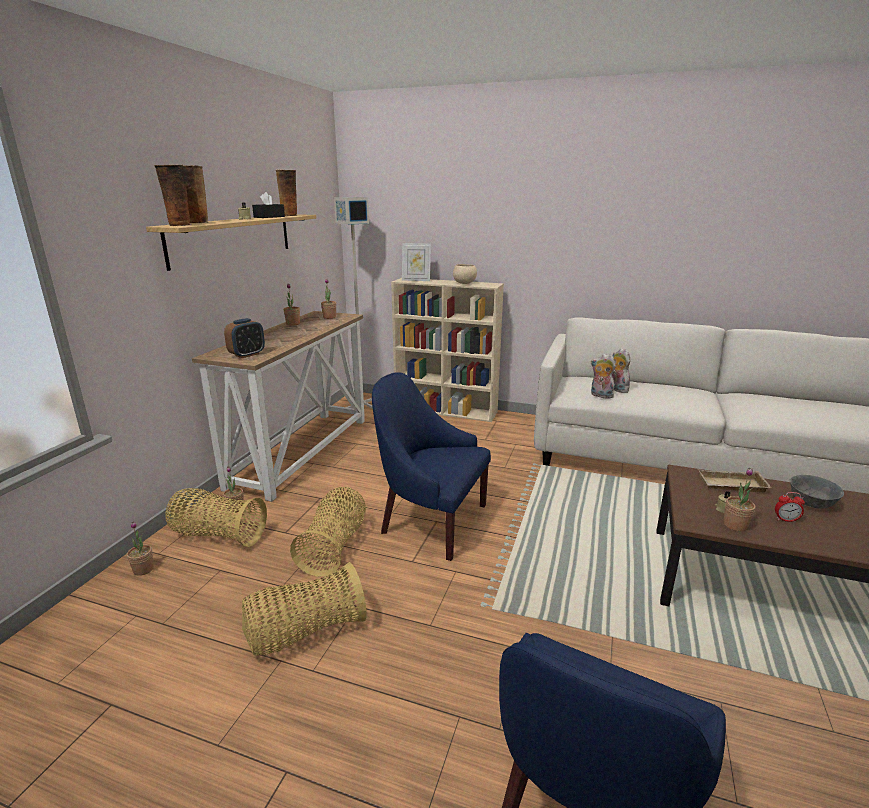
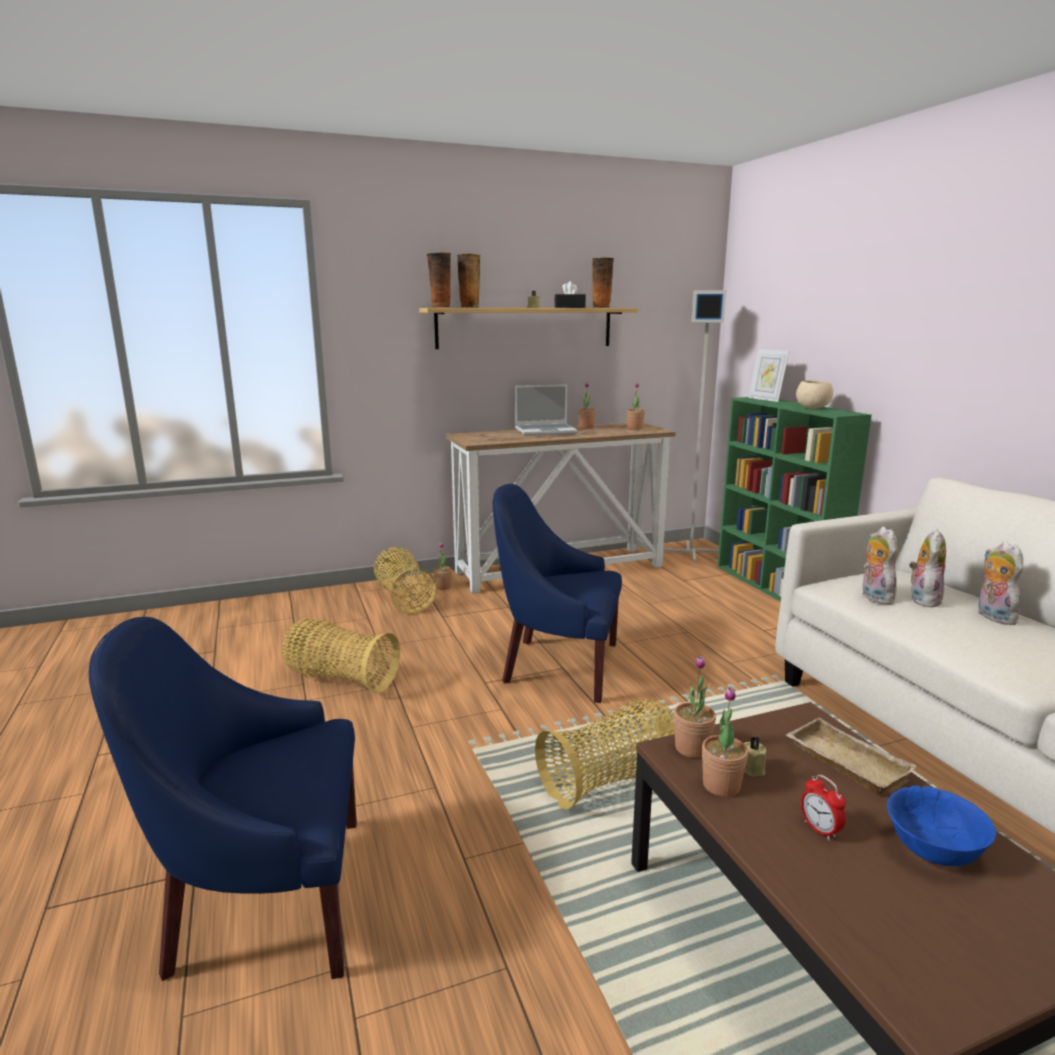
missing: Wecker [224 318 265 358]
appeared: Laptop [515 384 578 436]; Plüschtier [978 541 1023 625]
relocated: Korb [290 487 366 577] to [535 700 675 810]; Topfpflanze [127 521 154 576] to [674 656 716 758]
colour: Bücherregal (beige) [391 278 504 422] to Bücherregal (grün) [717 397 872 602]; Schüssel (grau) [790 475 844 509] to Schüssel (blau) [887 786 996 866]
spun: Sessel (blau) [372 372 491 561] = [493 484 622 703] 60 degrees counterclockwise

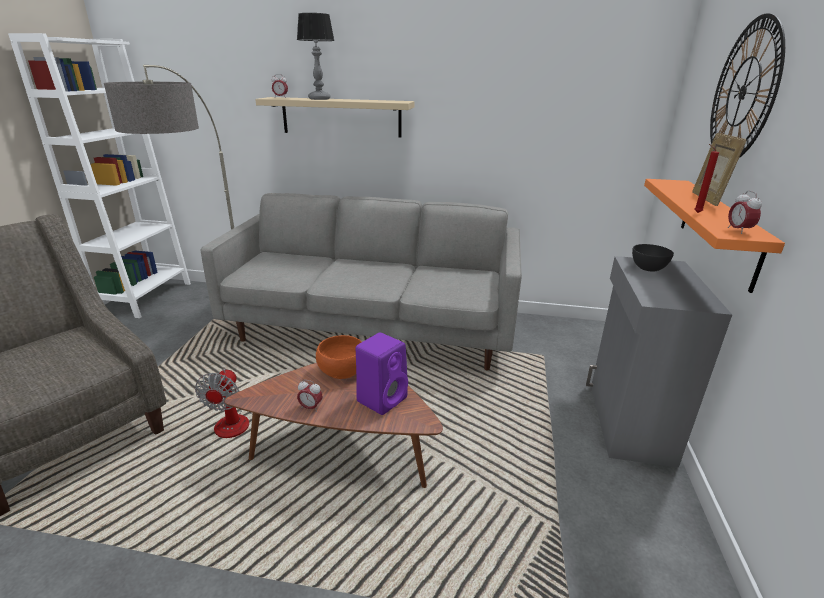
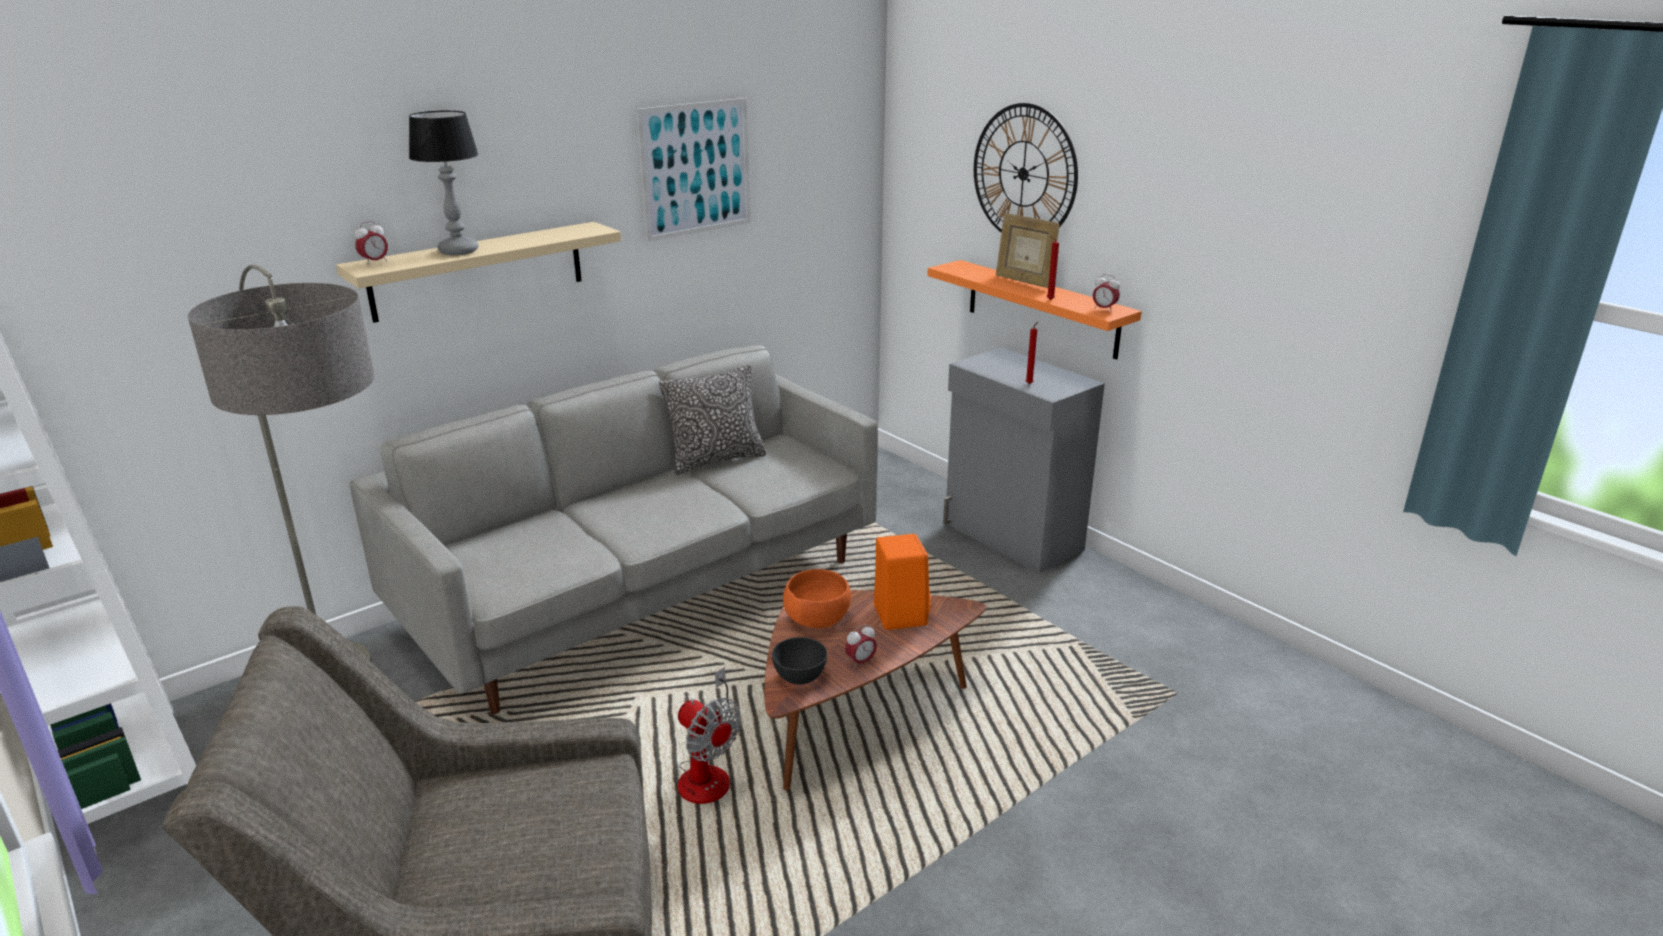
appeared: Bild [637 98 751 242]; Kerze (rot) [1025 322 1038 384]; Kissen [659 365 766 475]
relocated: Schüssel (grau) [632 244 674 272] to [772 637 827 685]
colour: Lautsprecher (lila) [356 333 408 415] to Lautsprecher (orange) [874 534 931 630]

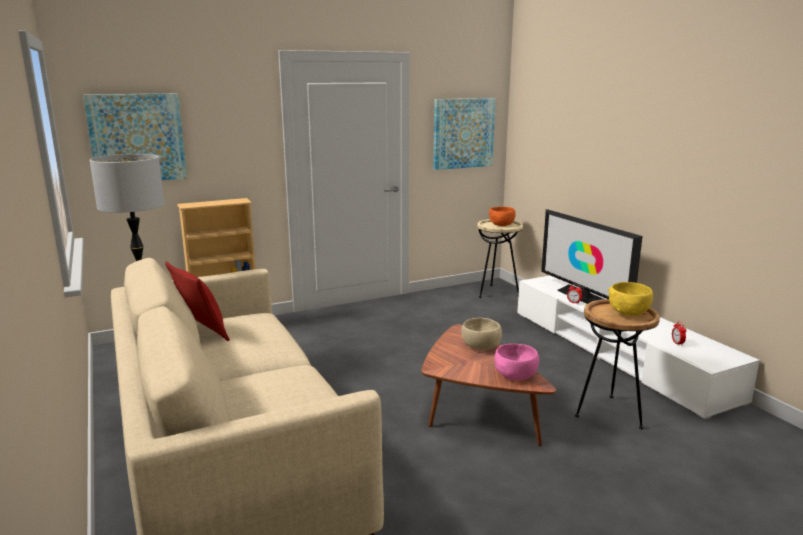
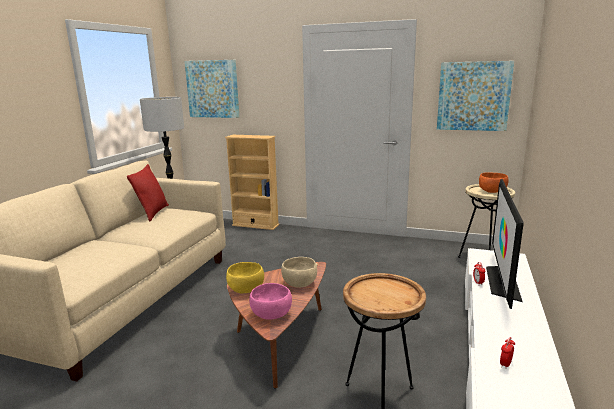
relocated: Schüssel (gelb) [608 282 653 316] to [226 262 264 294]

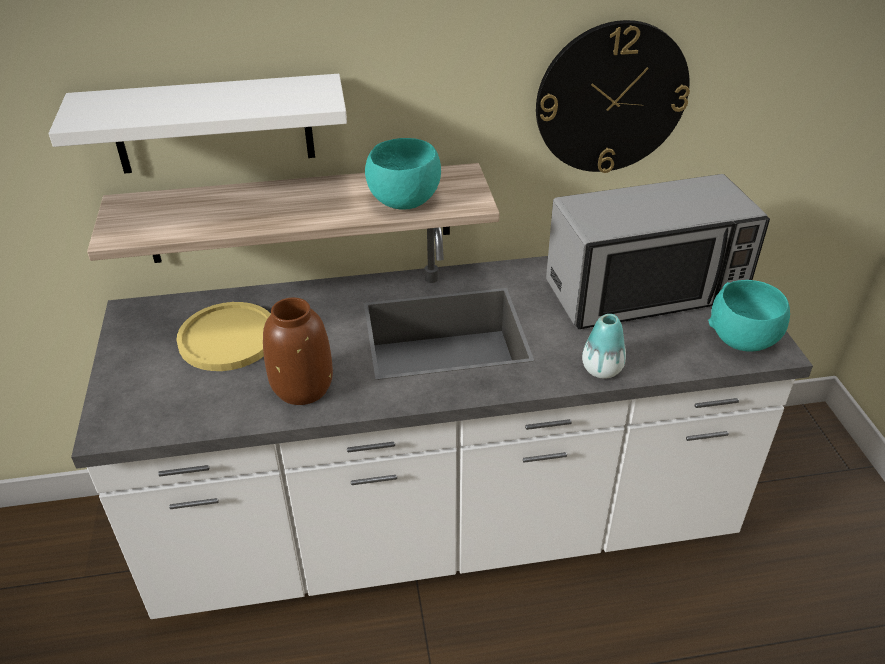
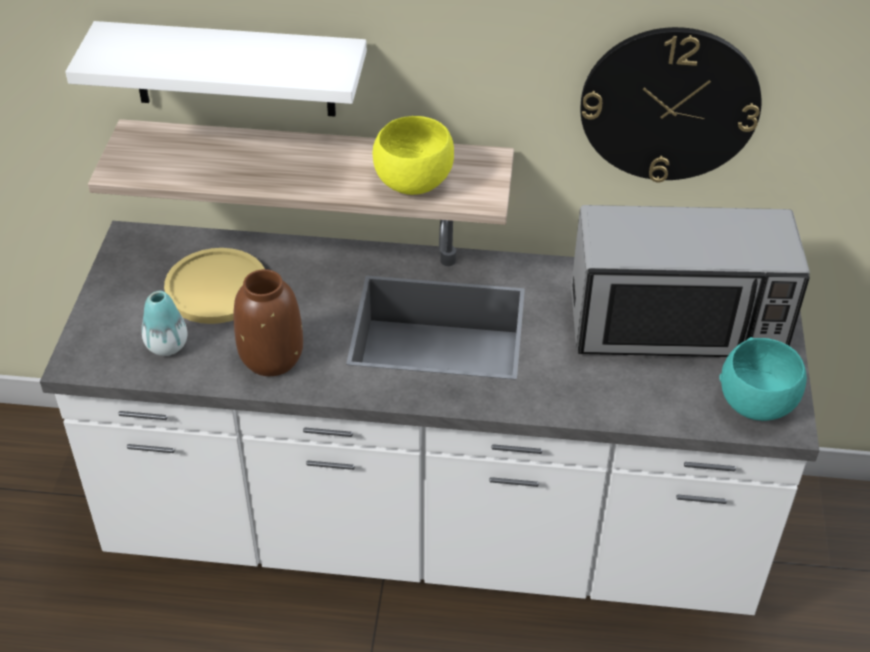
relocated: Vase [582 314 626 379] to [142 291 187 356]
colour: Schüssel (türkis) [365 138 441 210] to Schüssel (gelb) [373 116 454 195]

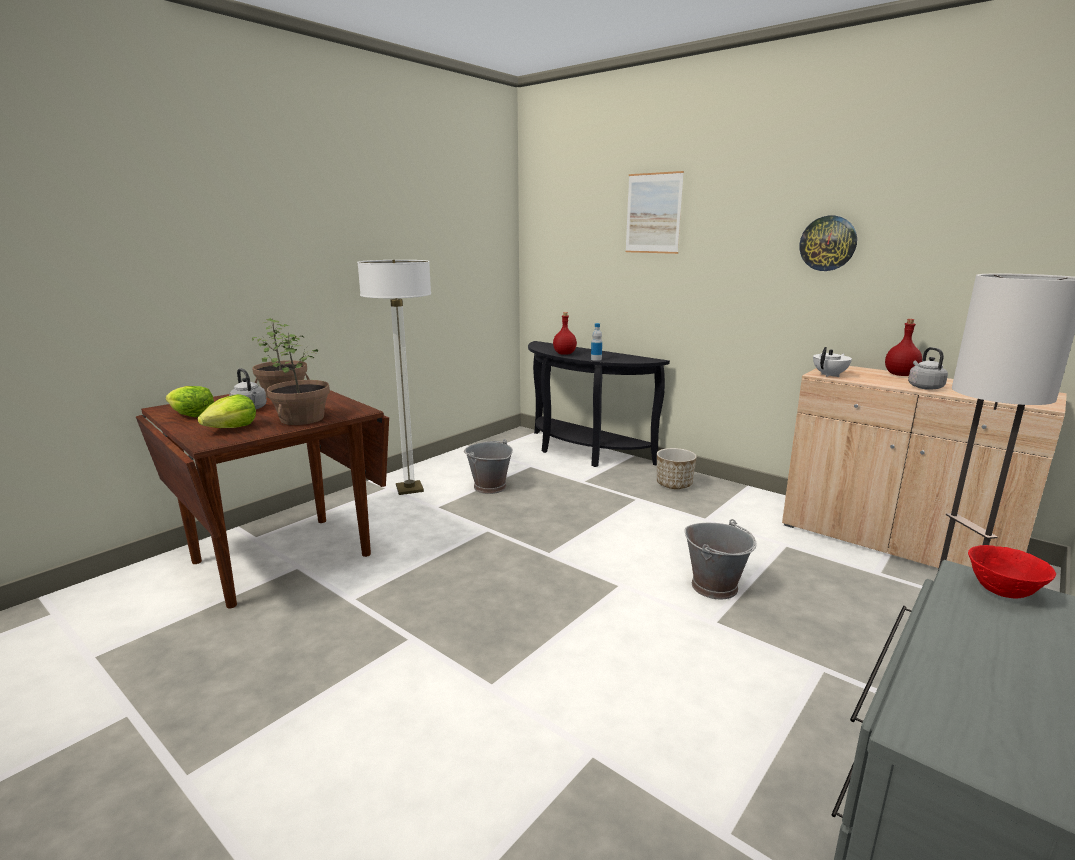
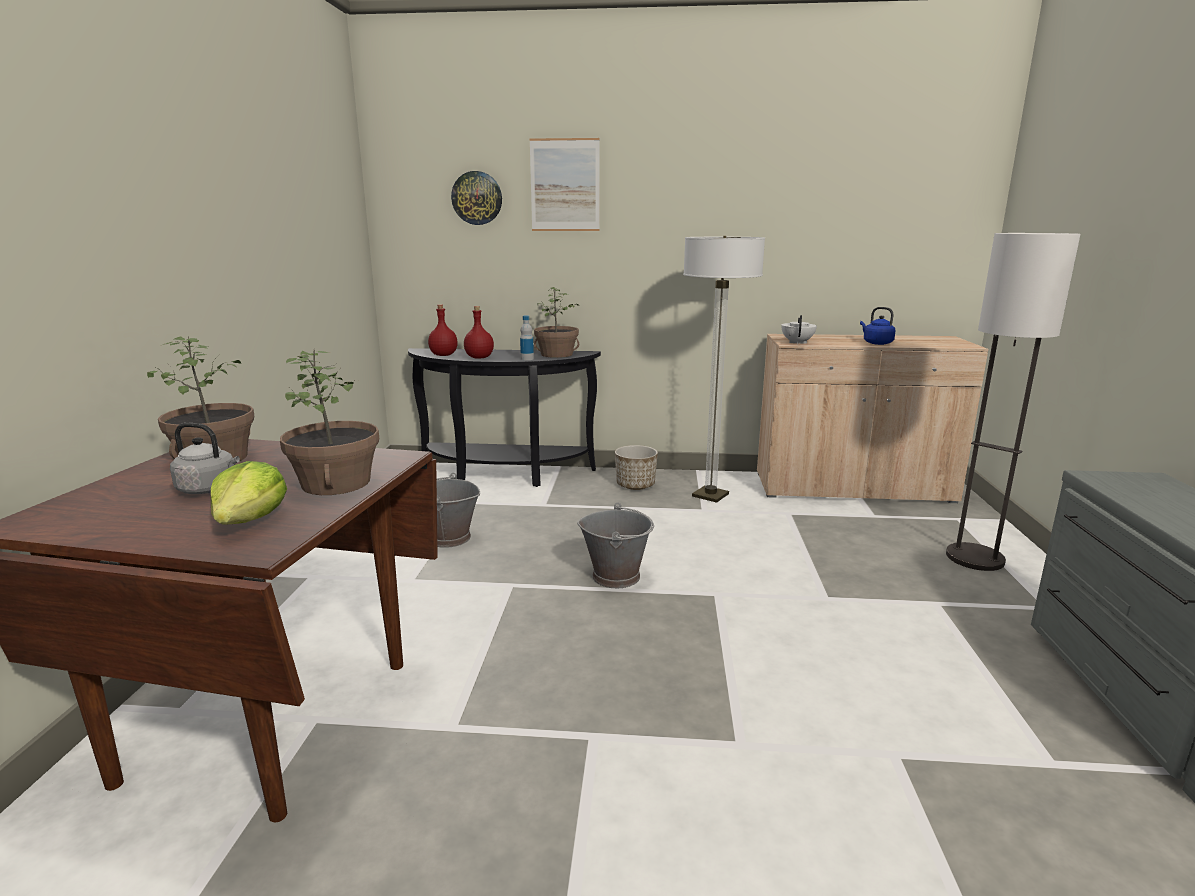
missing: Salatkopf [165 386 214 417]; Schüssel (rot) [968 545 1056 598]
appeared: Topfpflanze [534 287 579 358]
relocated: Wanduhr [799 216 857 271] to [451 171 502 225]; Stehlampe [357 260 431 495] to [683 236 765 503]; Flasche (rot) [885 319 922 376] to [428 304 458 356]; Eimer (grau) [685 519 757 600] to [577 503 654 588]
colour: Wasserkessel (grau) [908 347 948 390] to Wasserkessel (blau) [860 307 895 345]

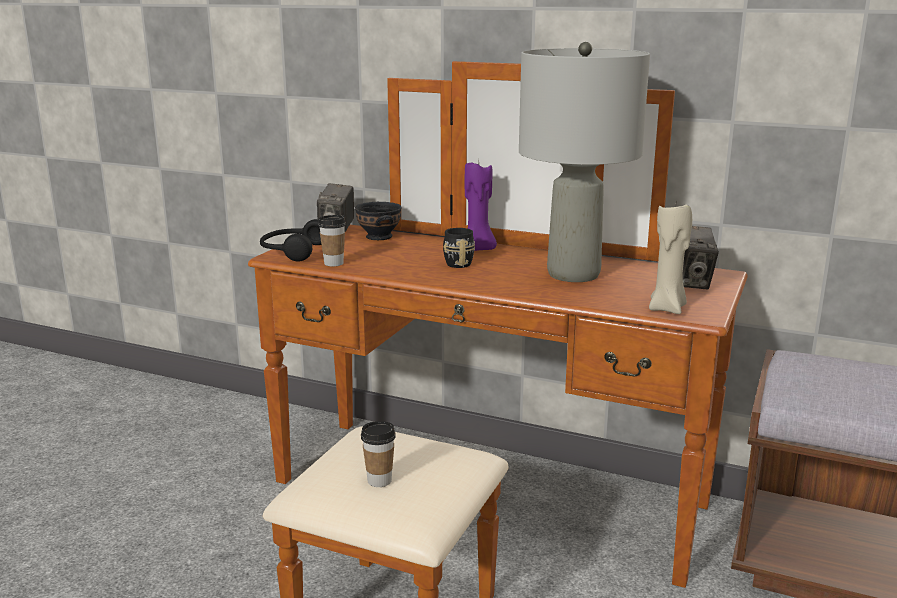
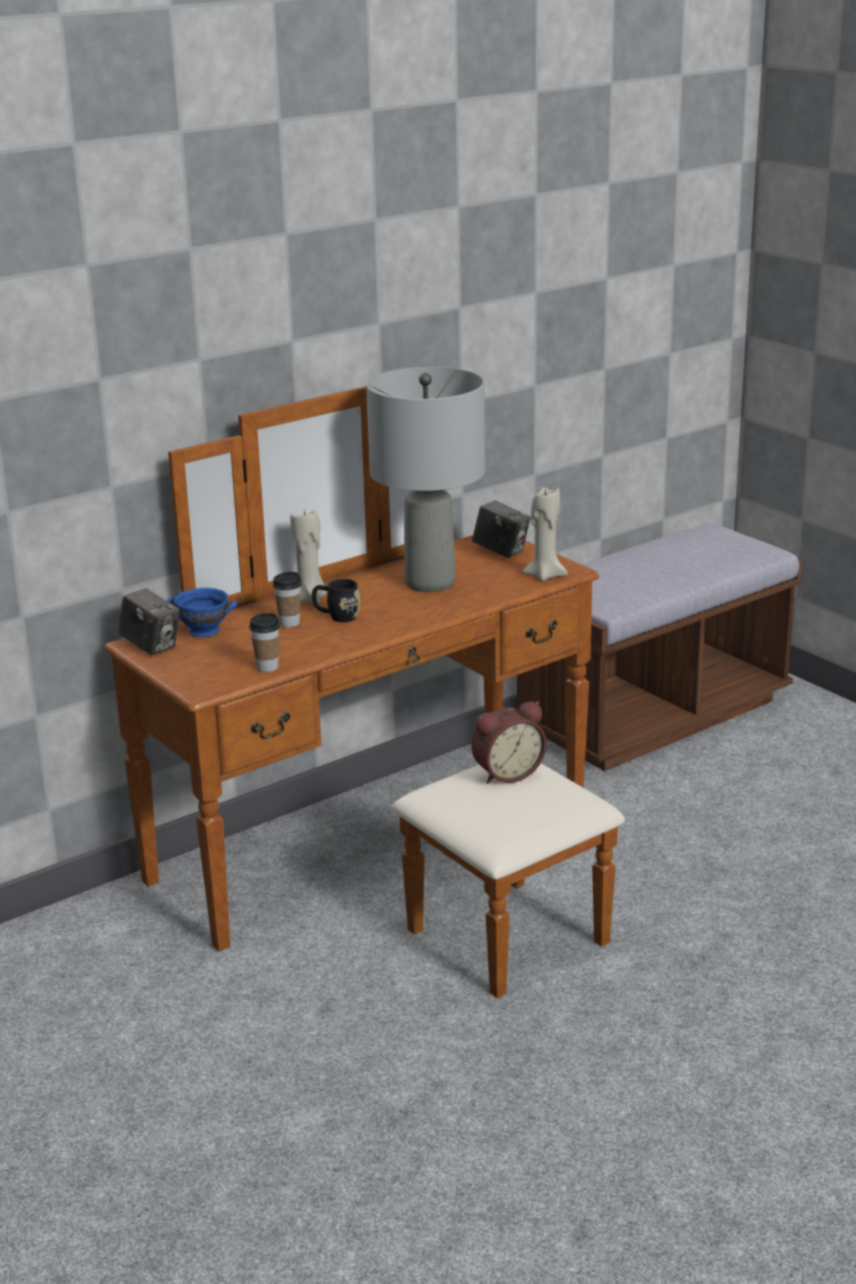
missing: Kopfhörer (schwarz) [260 219 321 261]
appeared: Wecker [471 701 546 784]
relocated: Tasse [361 421 396 487] to [273 572 302 627]
colour: Kerze (lila) [465 162 497 251] to Kerze (beige) [290 508 327 605]; Schüssel (schwarz) [355 202 402 240] to Schüssel (blau) [167 588 237 638]

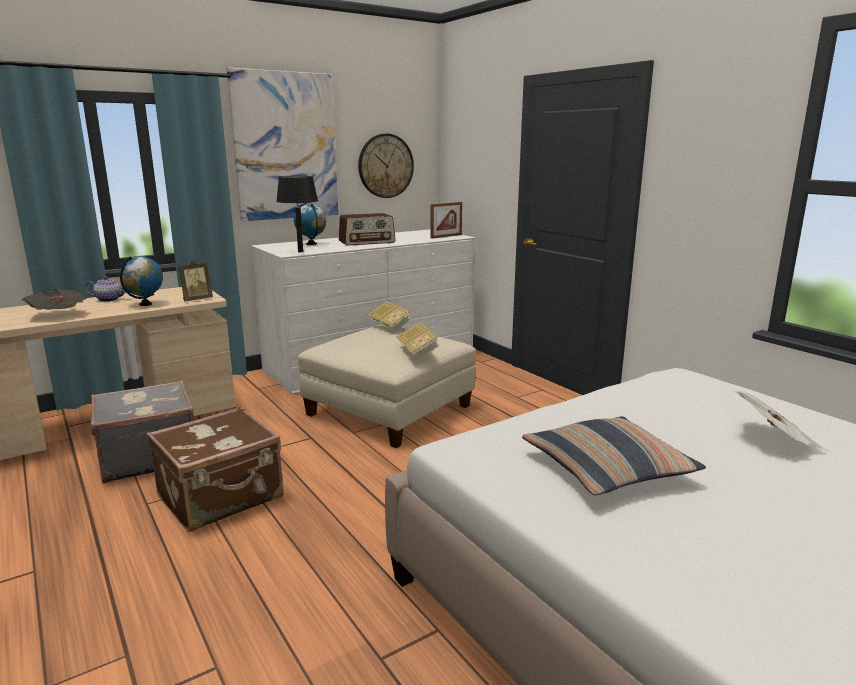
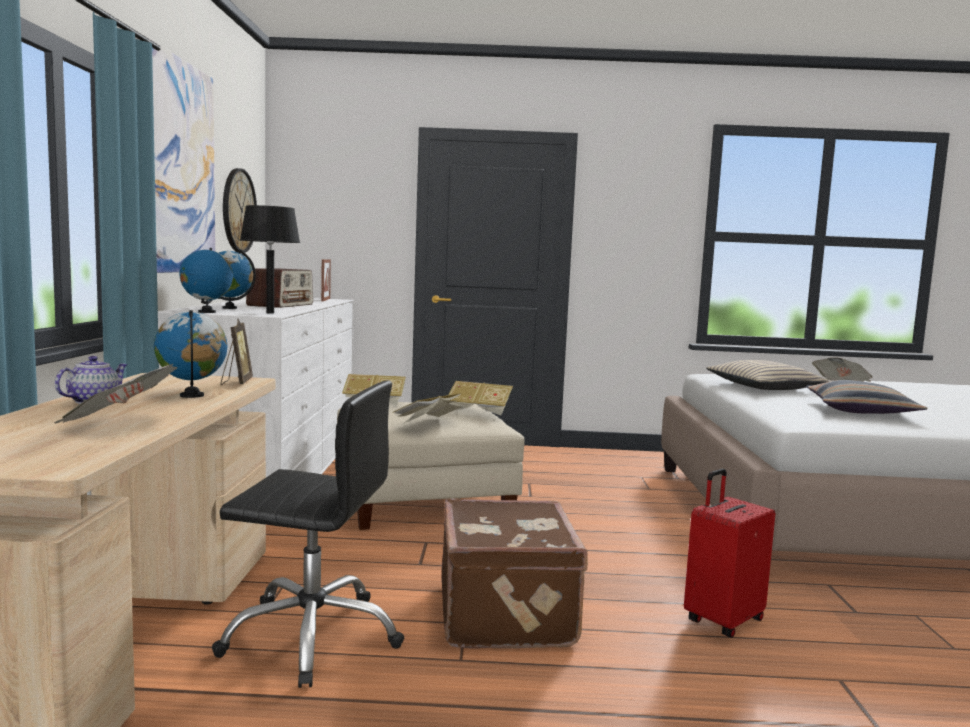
appeared: Globus [179 248 233 313]; Kissen (beige) [706 360 830 390]; Buch [392 393 461 424]; Koffer (rot) [684 469 775 638]
exchanged: Koffer (grau) [91 380 194 484] to Bürostuhl (schwarz) [212 381 404 688]

